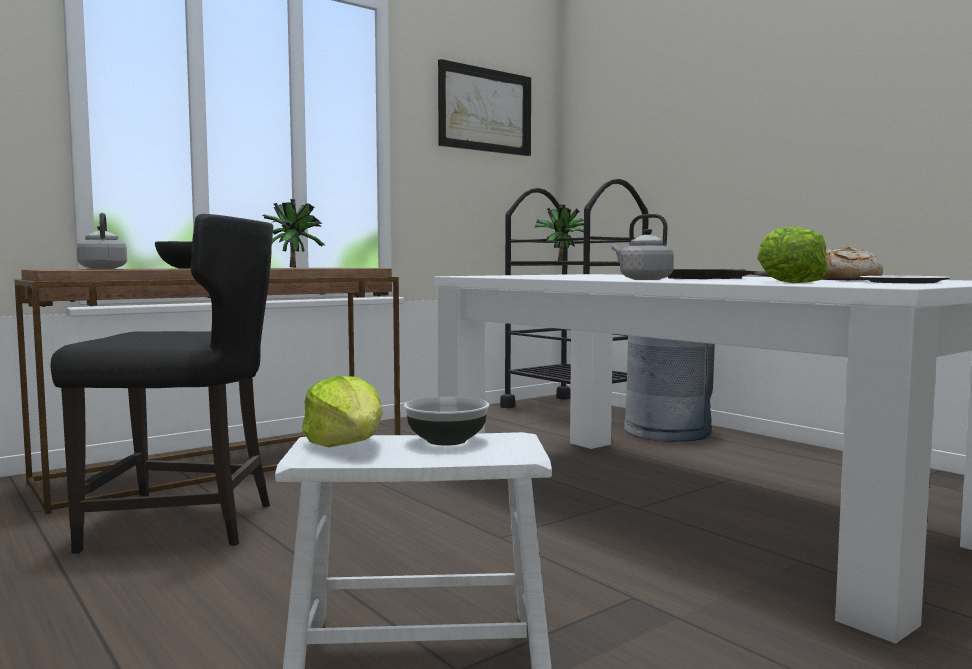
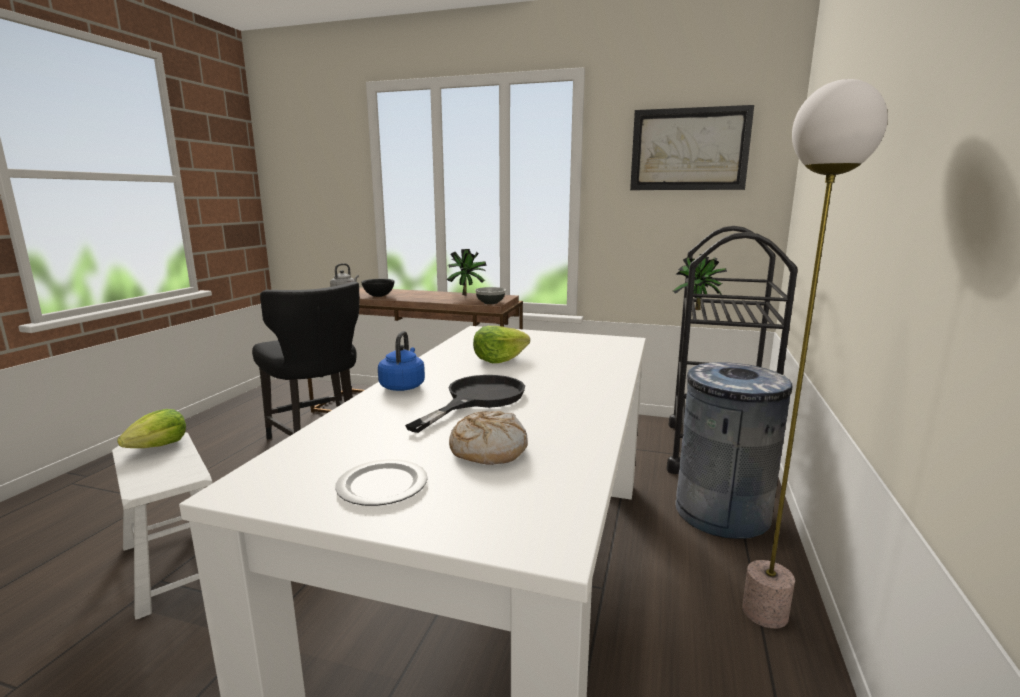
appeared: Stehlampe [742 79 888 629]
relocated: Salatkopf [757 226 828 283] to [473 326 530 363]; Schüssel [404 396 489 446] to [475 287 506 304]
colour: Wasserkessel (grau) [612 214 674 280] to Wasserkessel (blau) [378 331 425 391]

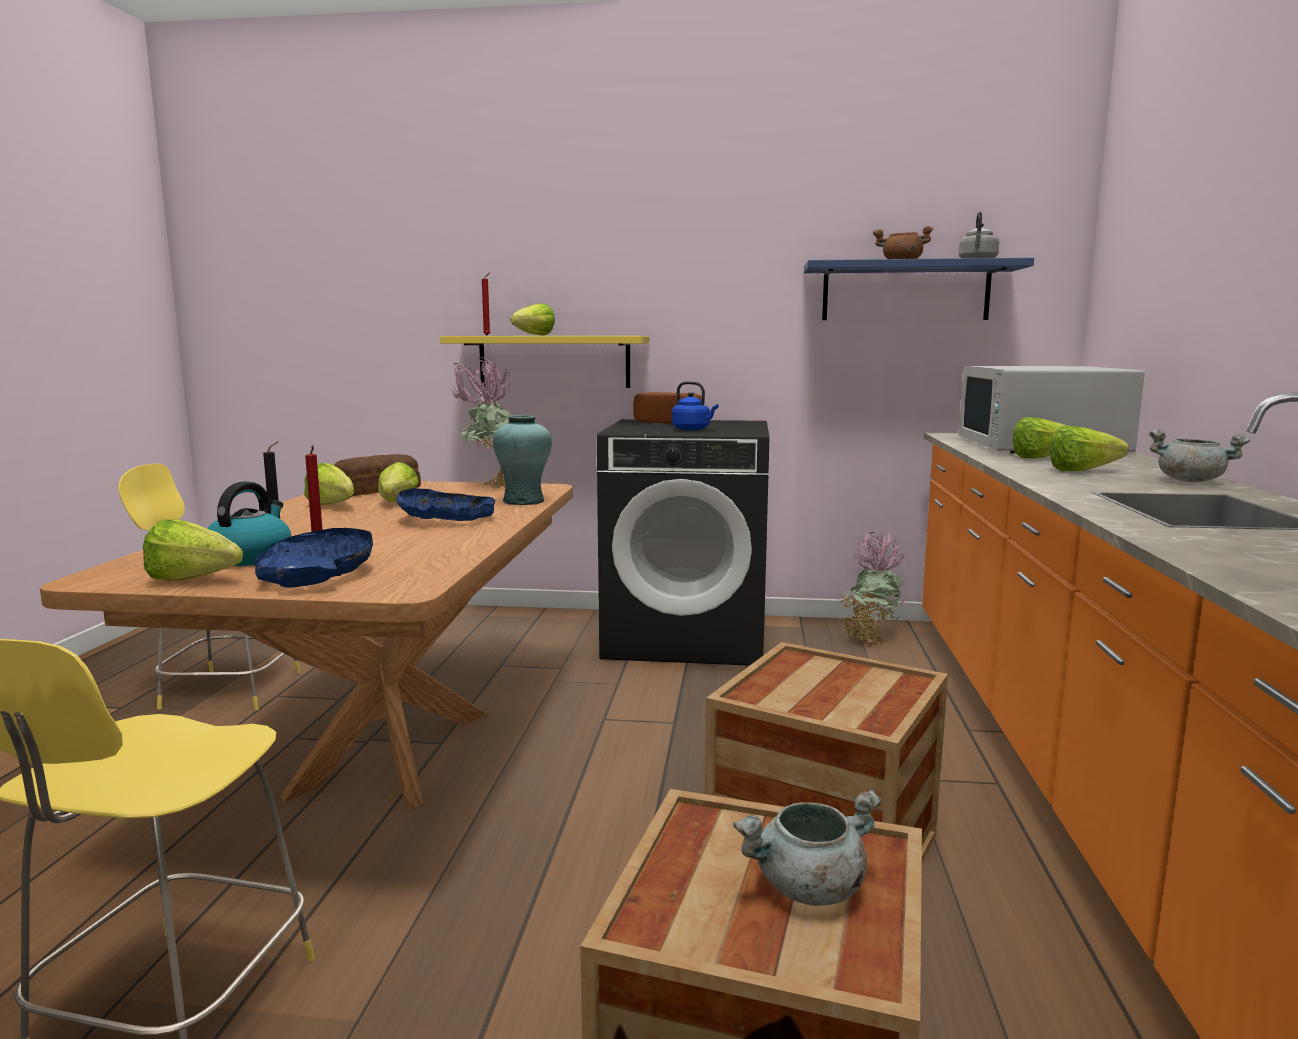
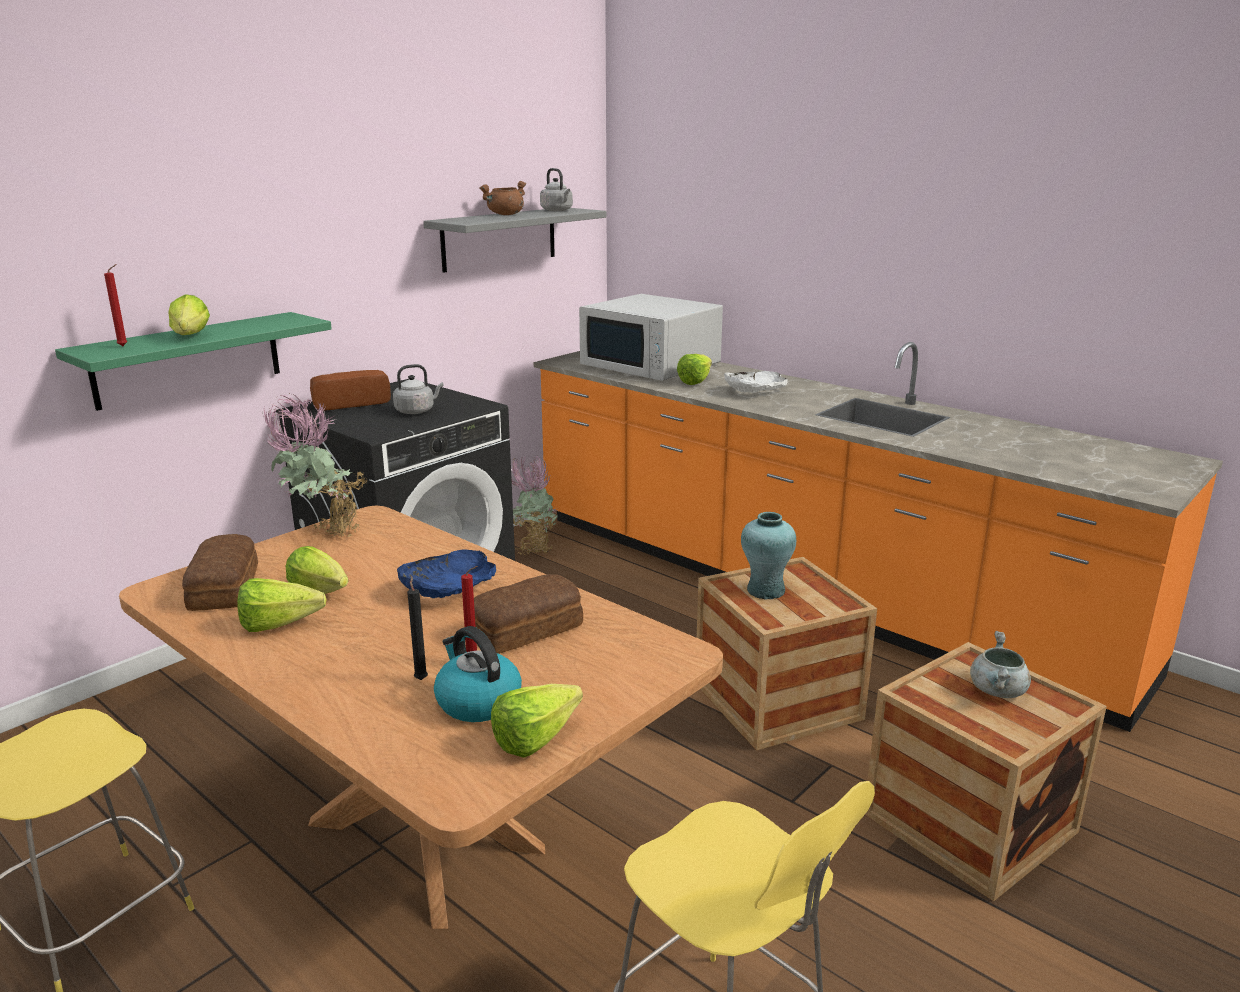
missing: Kochtopf (grau) [1149 429 1250 482]; Schüssel (blau) [254 528 373 588]
appeared: Brot [474 574 583 654]
relocated: Vase (türkis) [493 415 552 505] to [741 512 796 600]
exchanged: Salatkopf [1050 426 1128 471] to Schüssel (weiß) [724 371 787 393]
colour: Wandregal (blau) [804 258 1034 320] to Wandregal (grau) [423 208 606 273]; Wandregal (gelb) [440 336 649 388] to Wandregal (grün) [55 312 332 411]; Wasserkessel (blau) [672 381 719 430] to Wasserkessel (grau) [393 364 443 414]

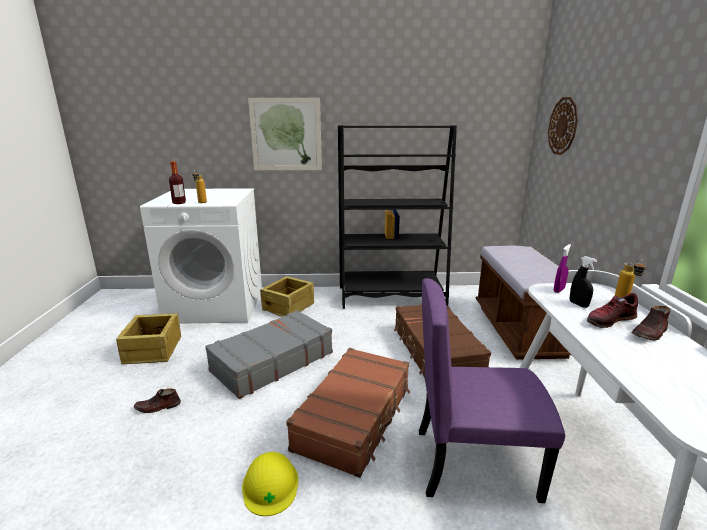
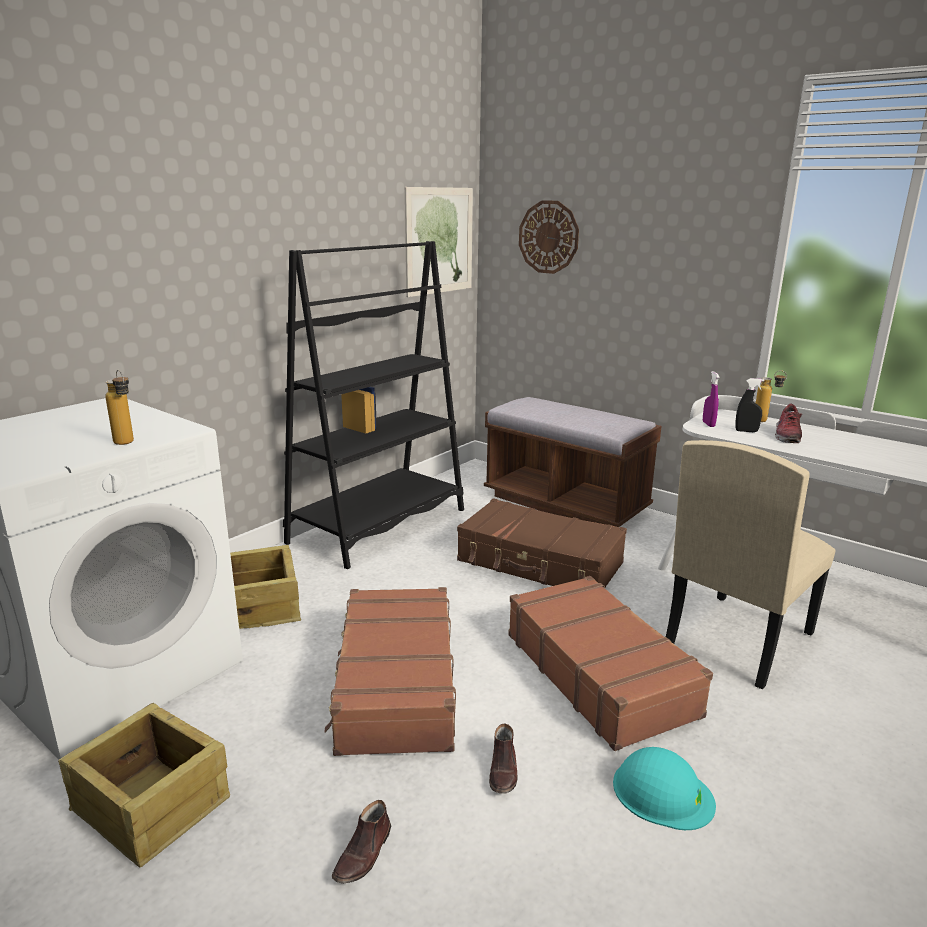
missing: Flasche [169 161 186 204]
relocated: Bild [248 98 322 170] to [405 187 473 297]; Schuh (braun) [631 306 671 341] to [489 723 518 794]
colour: Stuhl (lila) [419 278 565 503] to Stuhl (beige) [666 440 836 689]; Koffer (grau) [205 310 333 399] to Koffer (braun) [324 587 456 756]; Schutzhelm (gelb) [242 452 299 516] to Schutzhelm (türkis) [613 747 716 830]

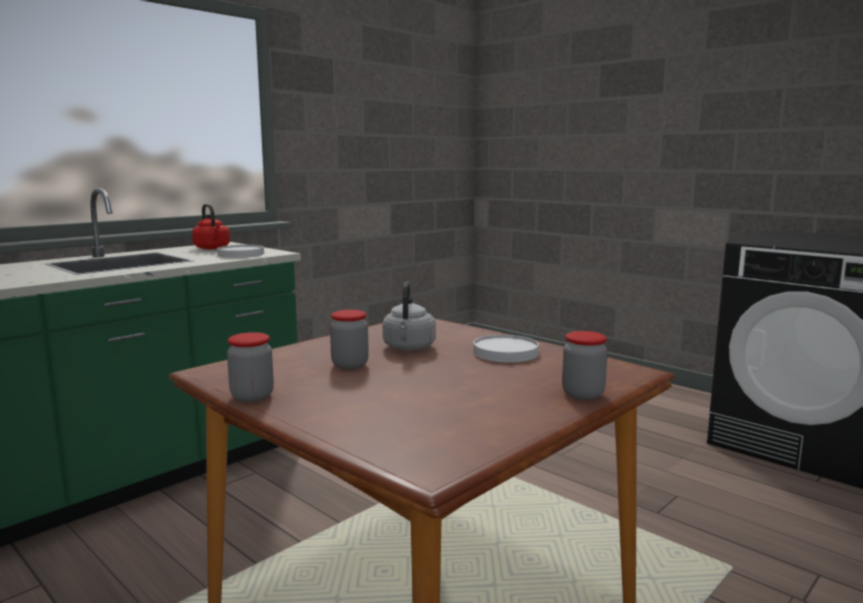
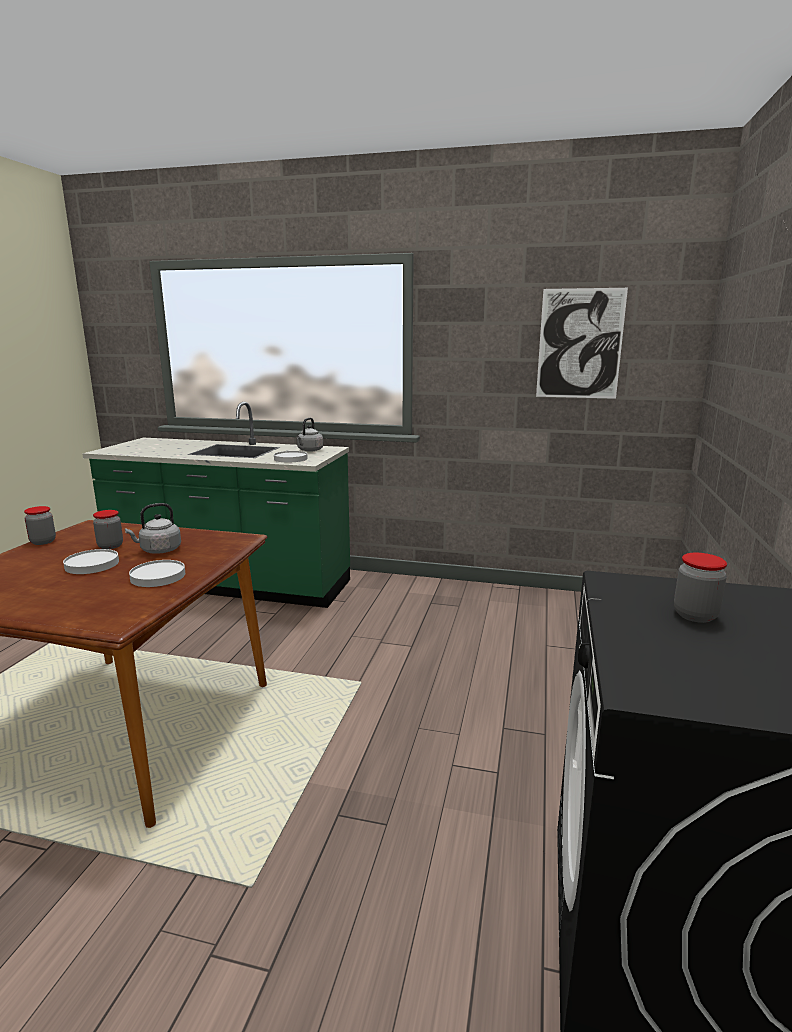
appeared: Bild [536 288 628 399]; Teller (weiß) [63 549 119 574]
relocated: Vorratsglas [562 331 608 400] to [674 553 727 623]
colour: Wasserkessel (rot) [192 204 230 249] to Wasserkessel (grau) [296 418 323 452]

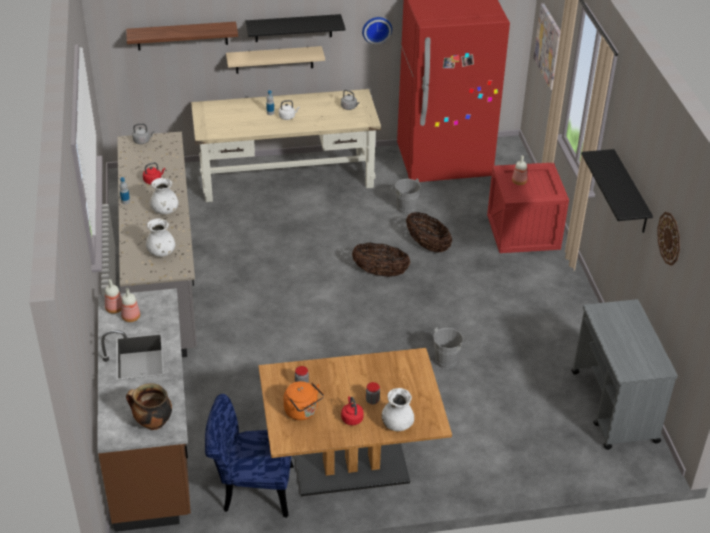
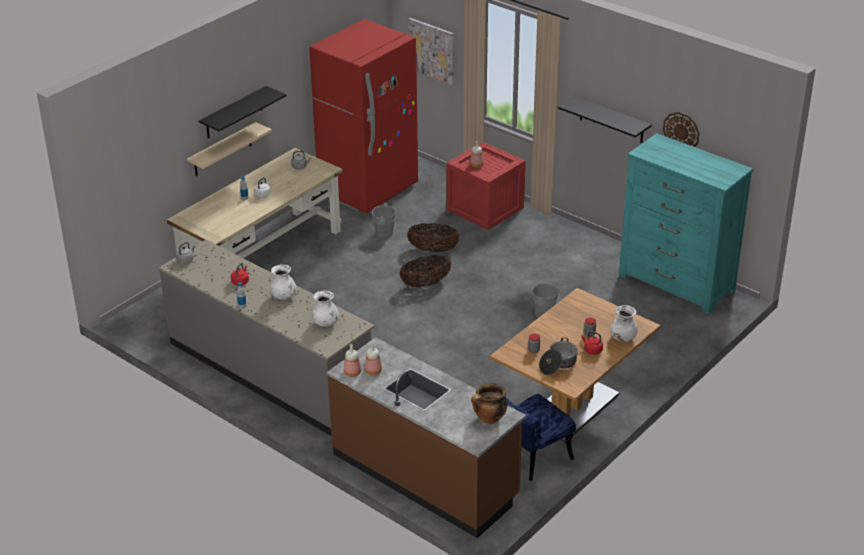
missing: Wanduhr [362 17 392 44]; Wandregal [126 22 238 51]
exchanged: Rollwagen (grau) [571 299 678 450] to Kommode (türkis) [619 133 753 315]; Wasserkessel (orange) [284 381 324 420] to Kochtopf [539 337 578 375]

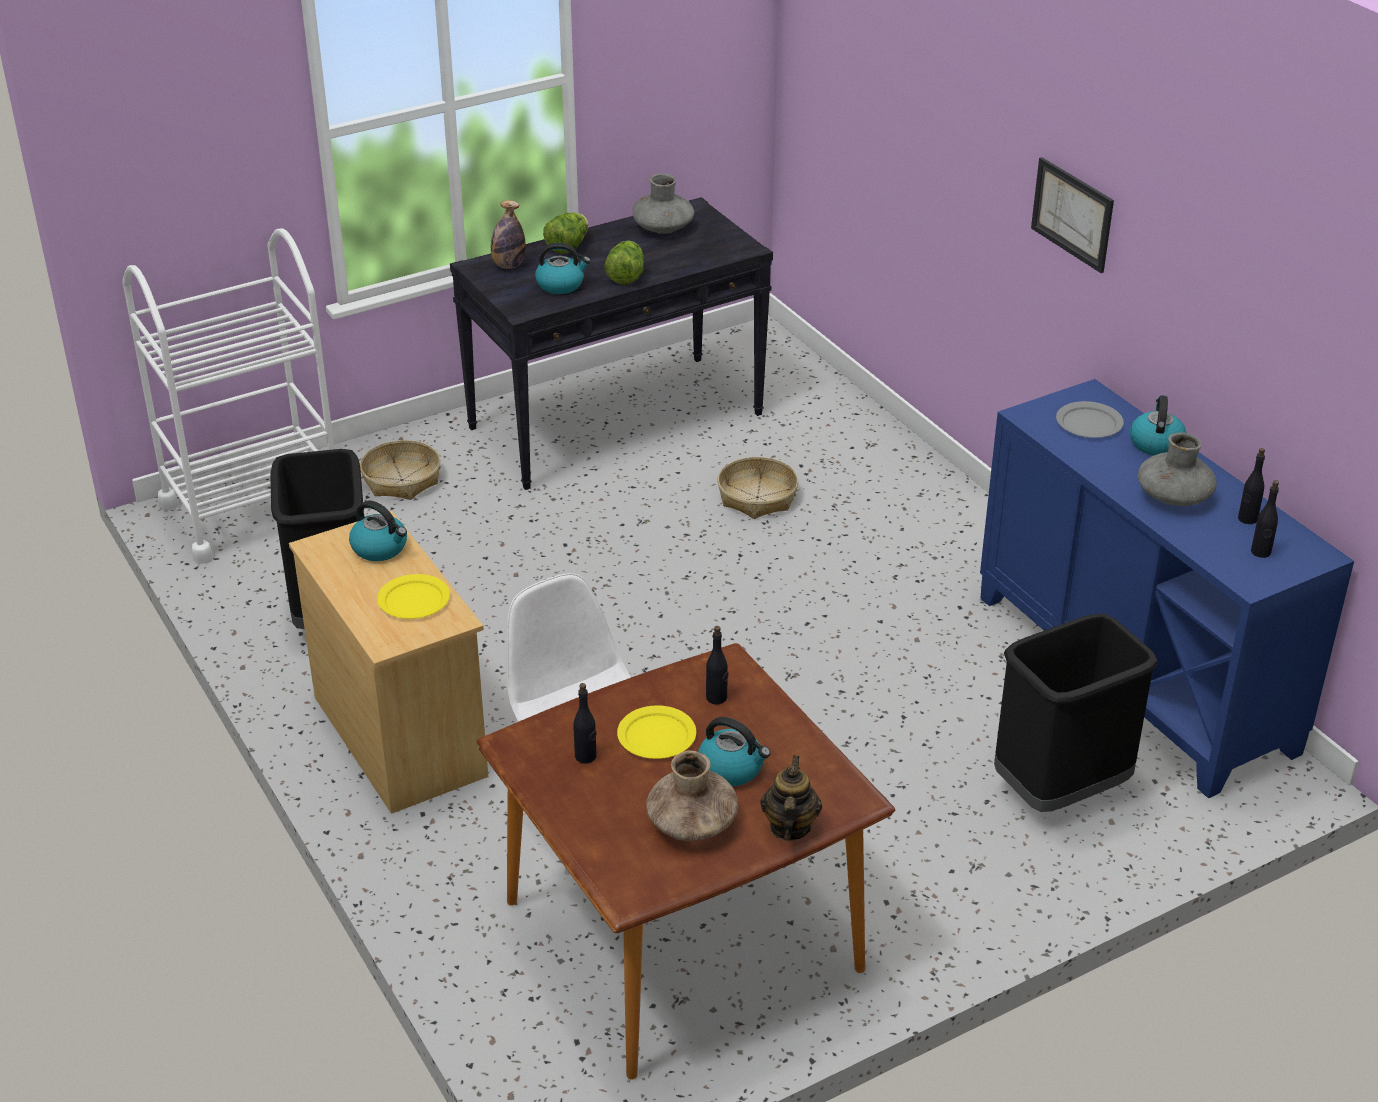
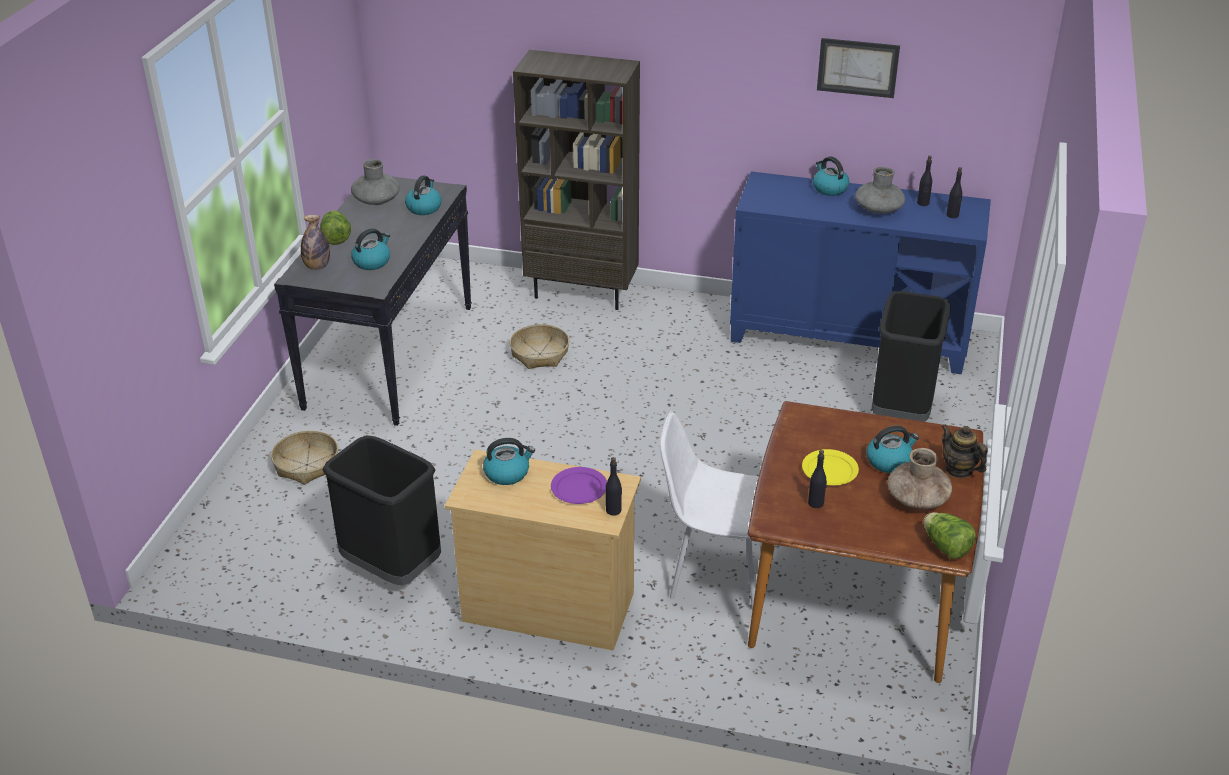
missing: Rollwagen (weiß) [122 229 334 564]; Teller (grau) [1056 401 1124 438]
appeared: Bücherregal (braun) [513 50 640 310]; Wasserkessel [405 175 442 215]
relocated: Bild [1031 157 1114 273] to [817 38 900 98]; Salatkopf [604 241 644 285] to [923 512 976 559]; Flasche (schwarz) [706 626 728 705] to [606 457 622 516]
colour: Teller (gelb) [377 574 450 619] to Teller (lila) [551 467 607 504]

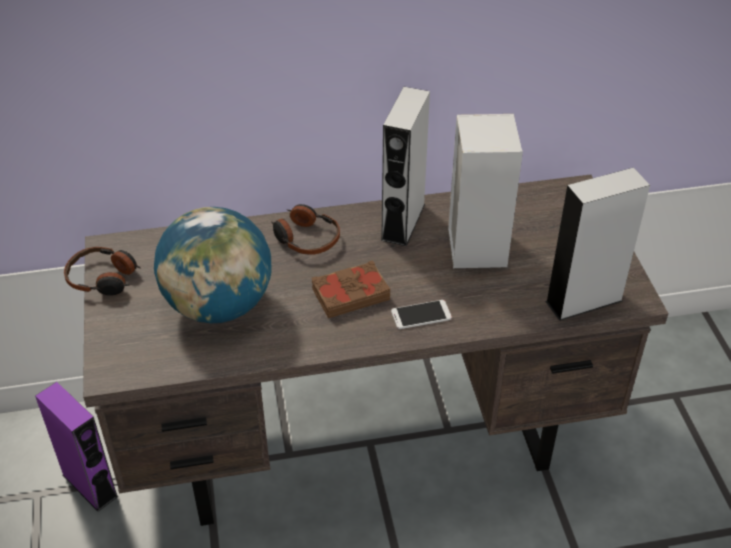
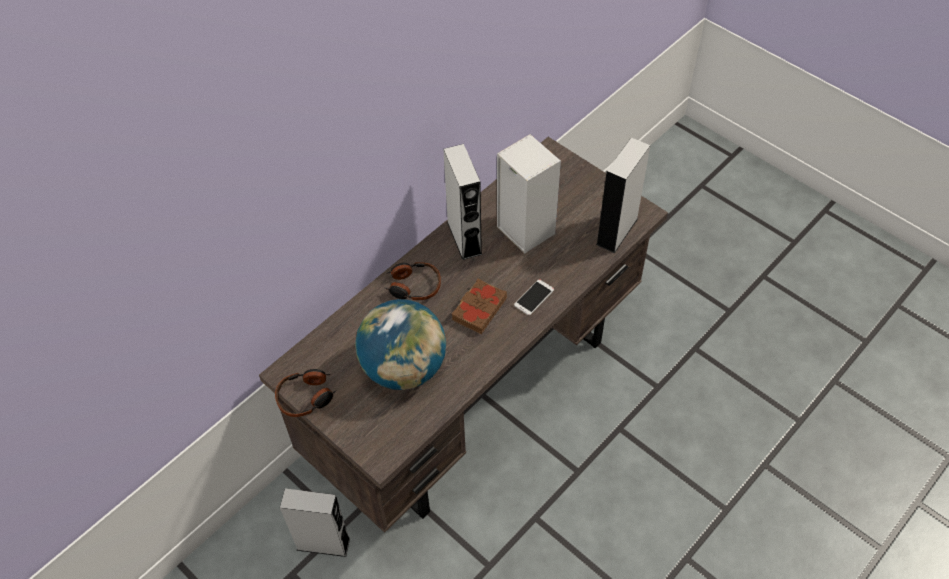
colour: Lautsprecher (lila) [35 382 119 511] to Lautsprecher (grau) [280 488 350 557]

